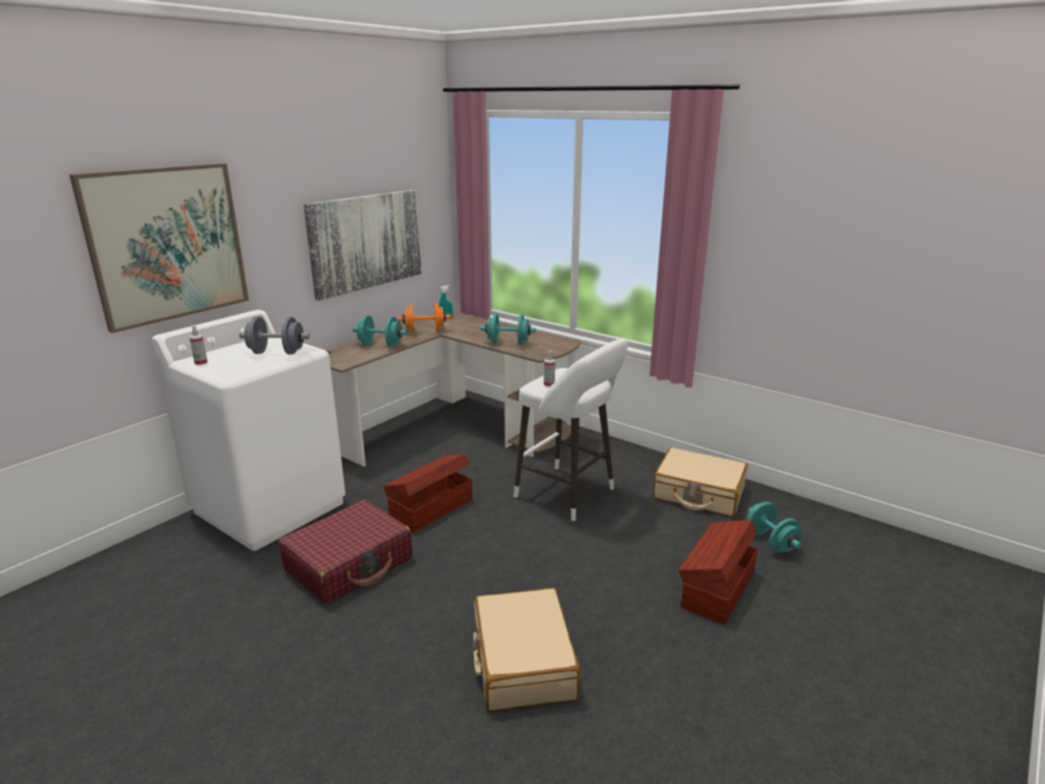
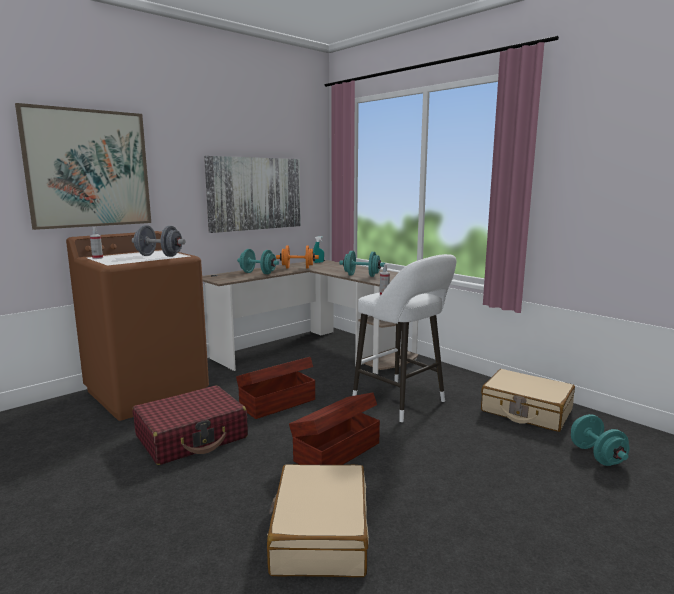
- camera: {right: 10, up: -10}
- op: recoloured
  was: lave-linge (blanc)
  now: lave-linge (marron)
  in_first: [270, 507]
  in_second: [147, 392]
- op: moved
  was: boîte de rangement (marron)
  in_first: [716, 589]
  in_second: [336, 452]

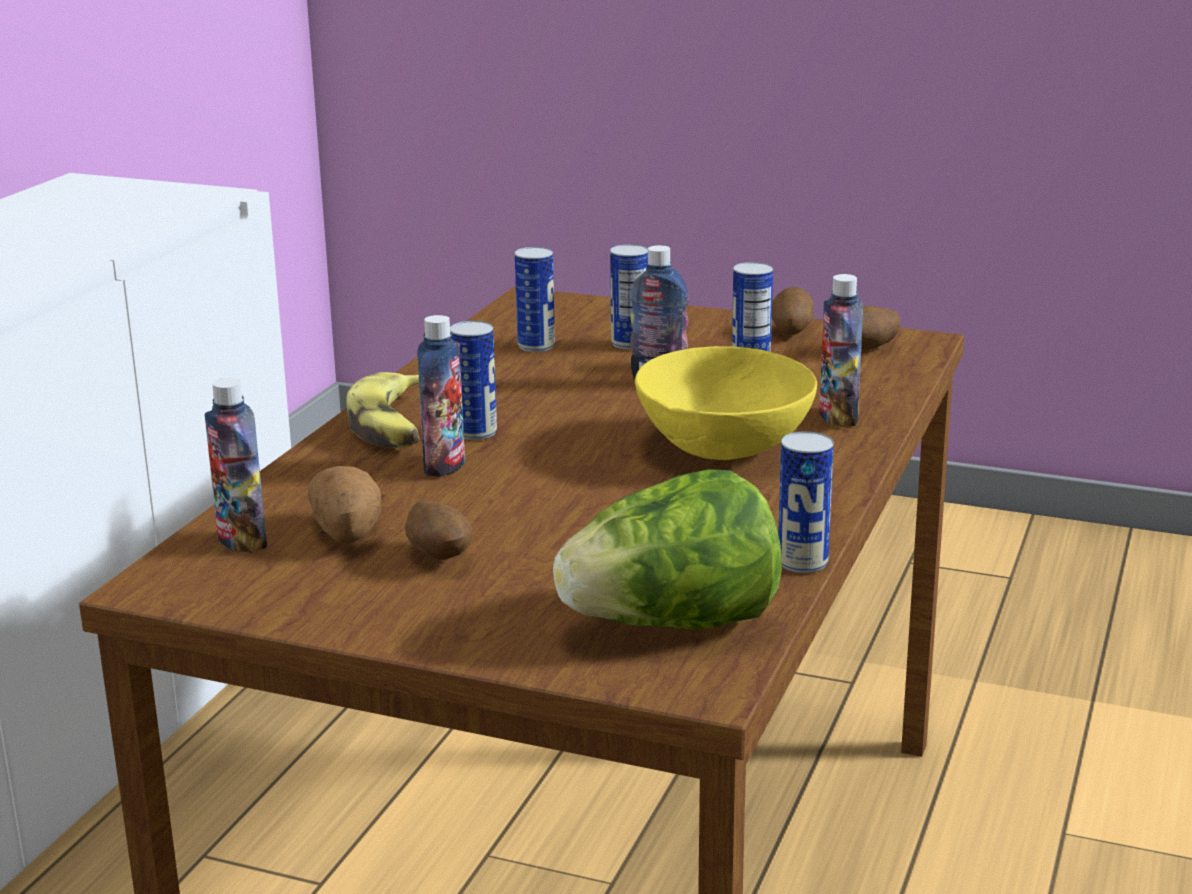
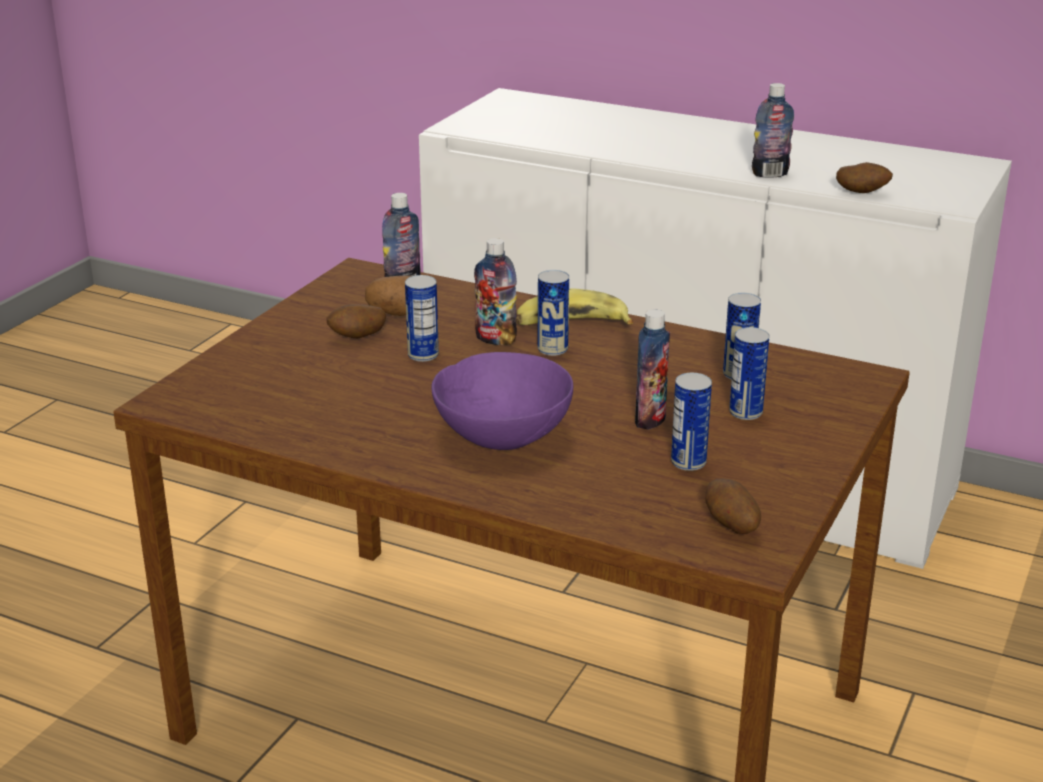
- camera: {right: 95, up: 5}
- op: moved
  was: boîte métallique
  in_first: [802, 562]
  in_second: [423, 355]
- op: recoloured
  was: bol (jaune)
  now: bol (violet)
  in_first: [724, 447]
  in_second: [502, 435]
- op: moved
  was: bouteille
  in_first: [838, 417]
  in_second: [770, 174]
- op: moved
  was: pomme de terre
  in_first: [790, 332]
  in_second: [862, 193]
- op: removed
  was: laitue
  in_first: [673, 625]

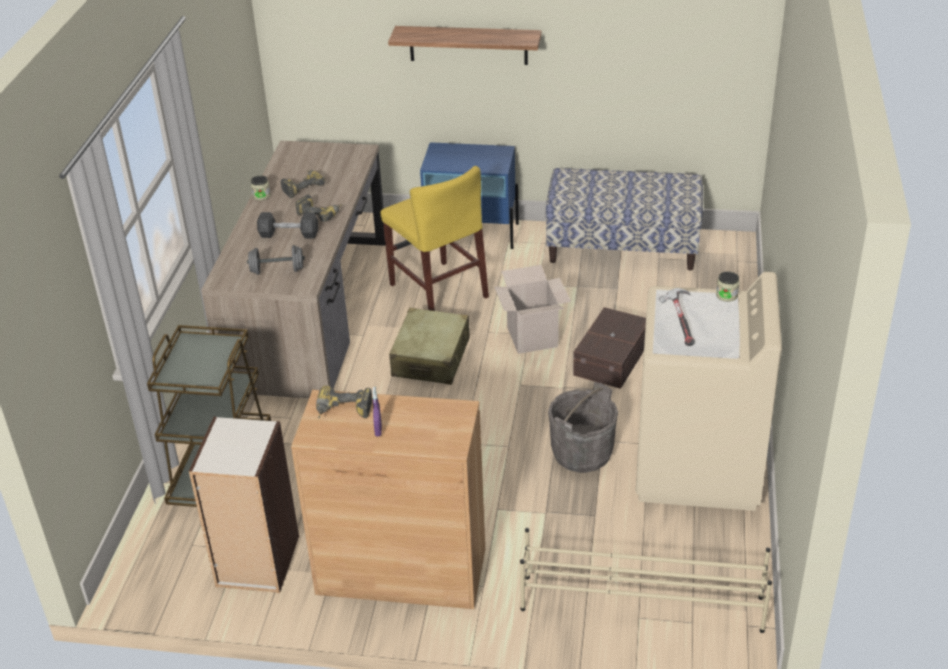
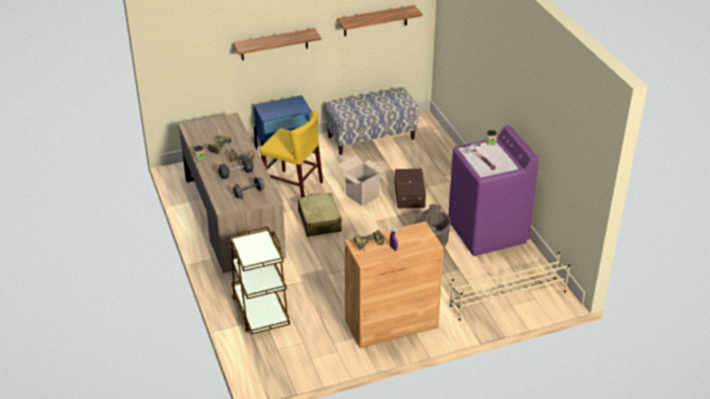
- camera: {right: -30, up: 0}
- op: added
  now: étagère
  in_second: [375, 21]
- op: recoloured
  was: lave-linge (beige)
  now: lave-linge (violet)
  in_first: [698, 467]
  in_second: [487, 232]
- op: removed
  was: bibliothèque
  in_first: [257, 562]

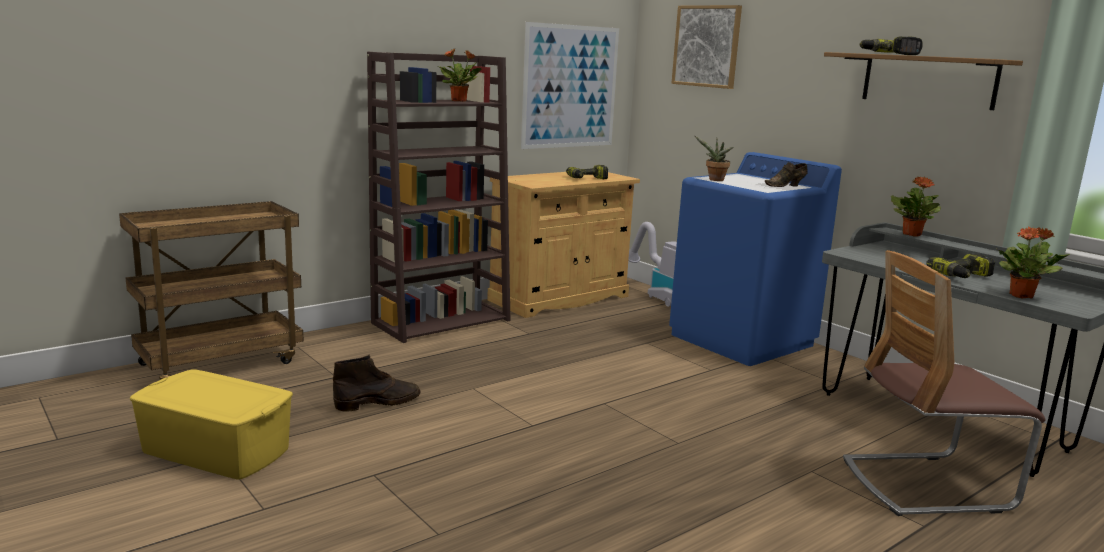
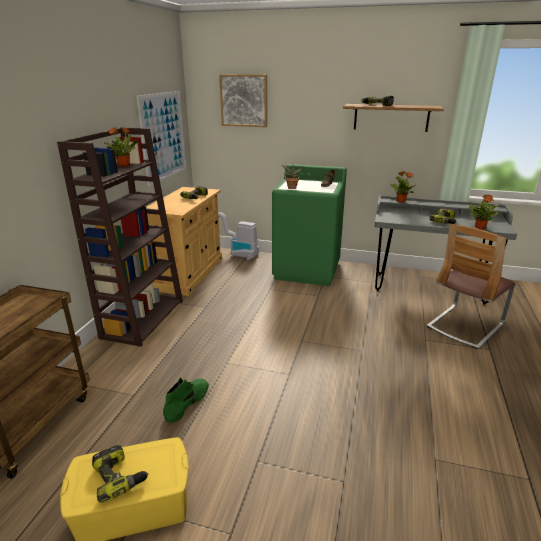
- camera: {right: -35, up: 10}
- op: added
  now: perceuse
  in_second: [119, 477]
- op: recoloured
  was: botte (marron)
  now: botte (vert)
  in_first: [378, 402]
  in_second: [187, 402]
- op: recoloured
  was: lave-linge (bleu)
  now: lave-linge (vert)
  in_first: [742, 340]
  in_second: [307, 270]

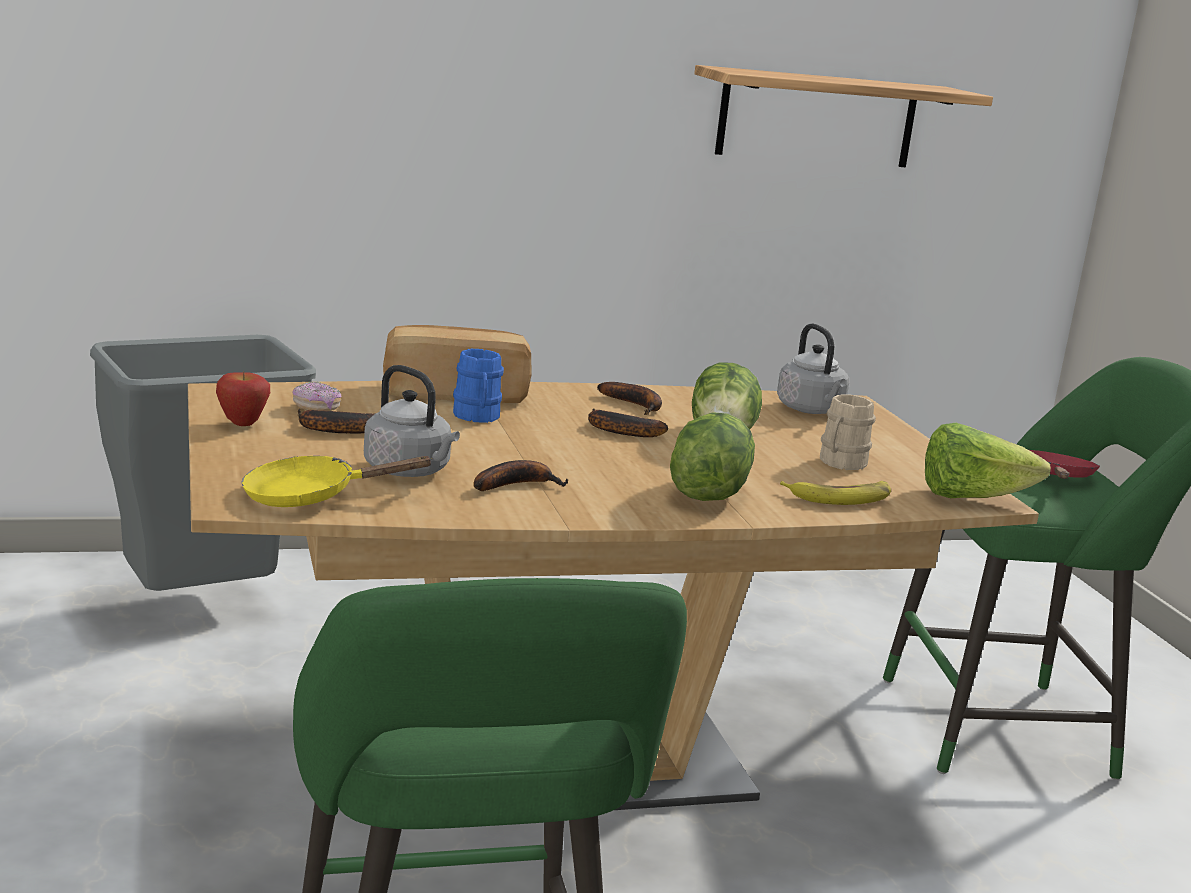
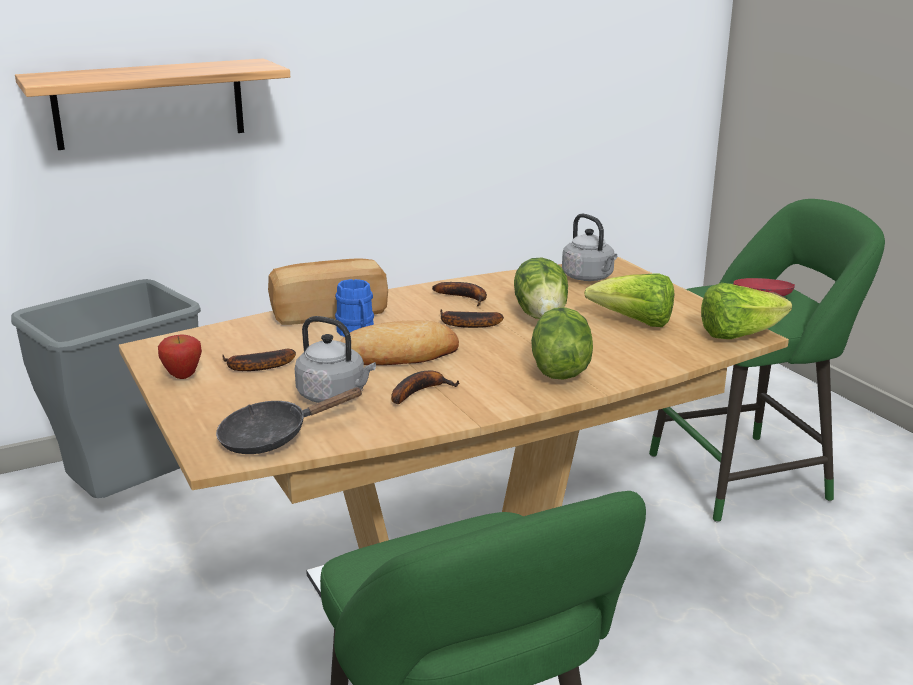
- camera: {right: -10, up: 5}
- op: moved
  was: étagère
  in_first: [817, 118]
  in_second: [149, 103]
- op: recoloured
  was: poêle (jaune)
  now: poêle (noir)
  in_first: [311, 496]
  in_second: [272, 437]
- op: added
  now: pain
  in_second: [400, 354]
- op: replaced
  was: mug (beige)
  now: laitue
  in_first: [840, 463]
  in_second: [634, 322]
- op: removed
  was: beignet
  in_first: [316, 408]
- op: removed
  was: banane
  in_first: [841, 497]

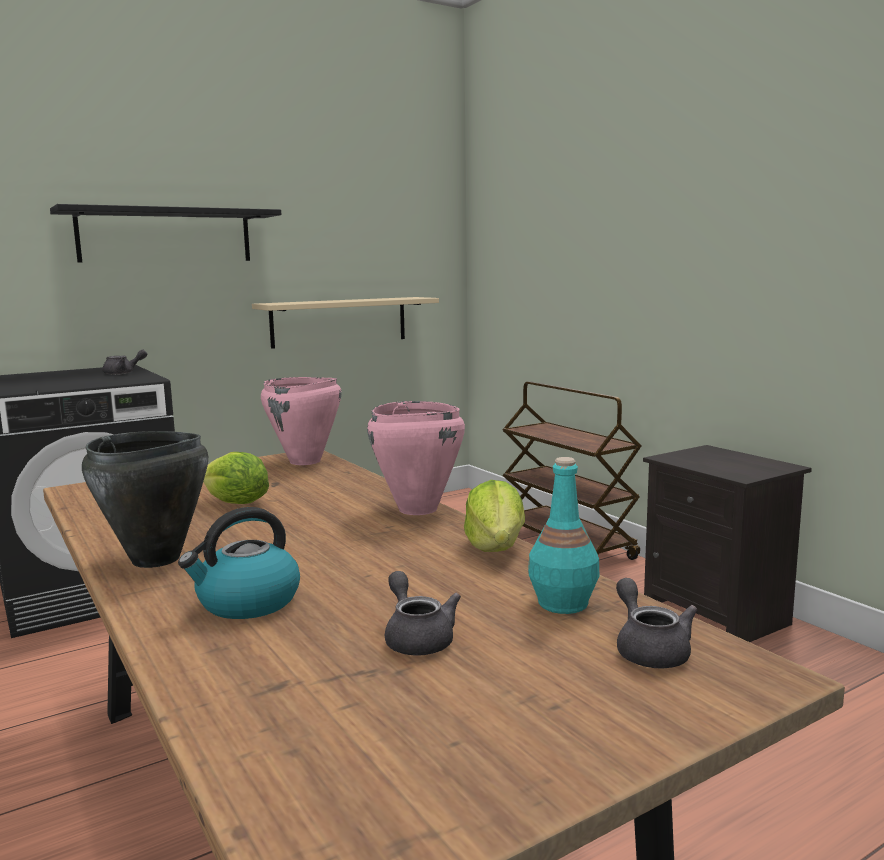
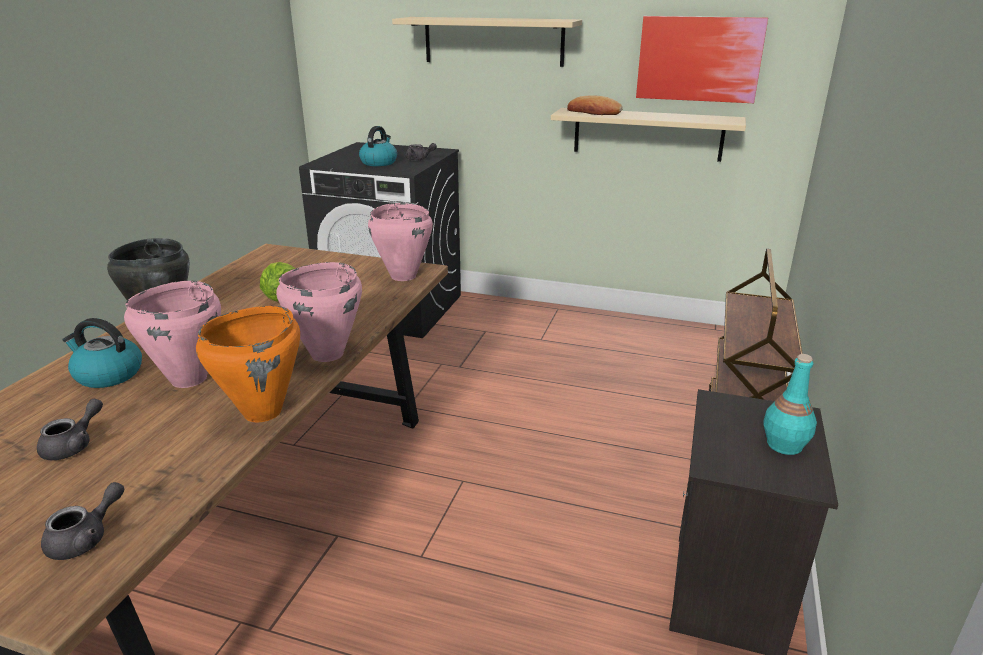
- camera: {right: 50, up: 15}
- op: added
  now: marmite (rose)
  in_second: [188, 379]
- op: replaced
  was: laitue
  now: marmite (orange)
  in_first: [496, 547]
  in_second: [263, 412]
- op: added
  now: bouilloire
  in_second: [379, 162]
- op: recoloured
  was: étagère (noir)
  now: étagère (beige)
  in_first: [166, 236]
  in_second: [493, 41]
- op: added
  now: pain
  in_second: [593, 112]
- op: added
  now: tableau
  in_second: [699, 59]
- op: moved
  was: bouteille (turquoise)
  in_first: [563, 604]
  in_second: [784, 445]

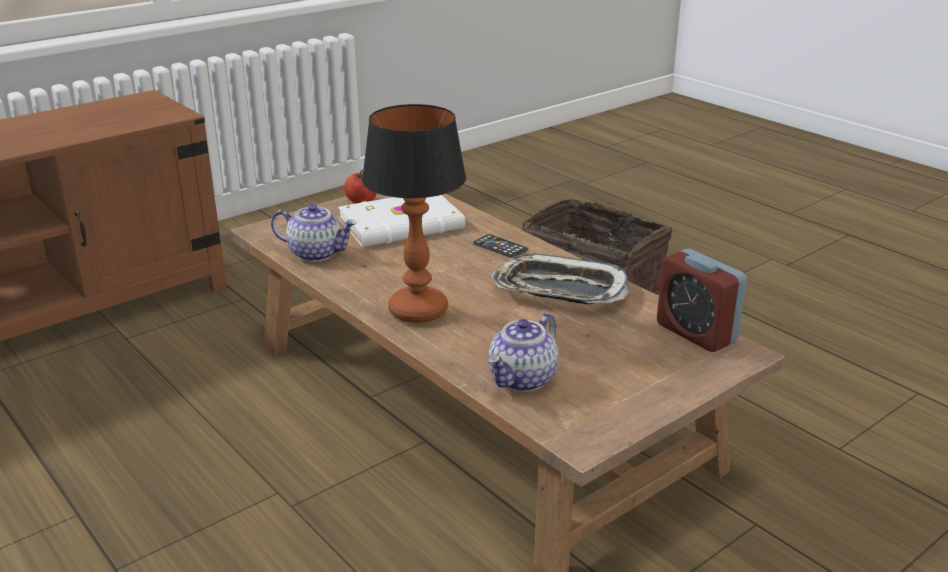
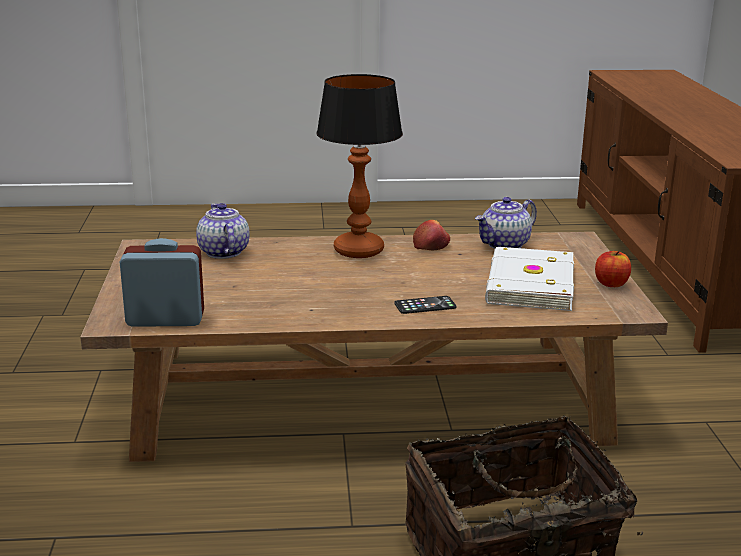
- camera: {right: 125, up: -5}
- op: added
  now: pomme
  in_second: [431, 245]
- op: removed
  was: plateau
  in_first: [559, 289]

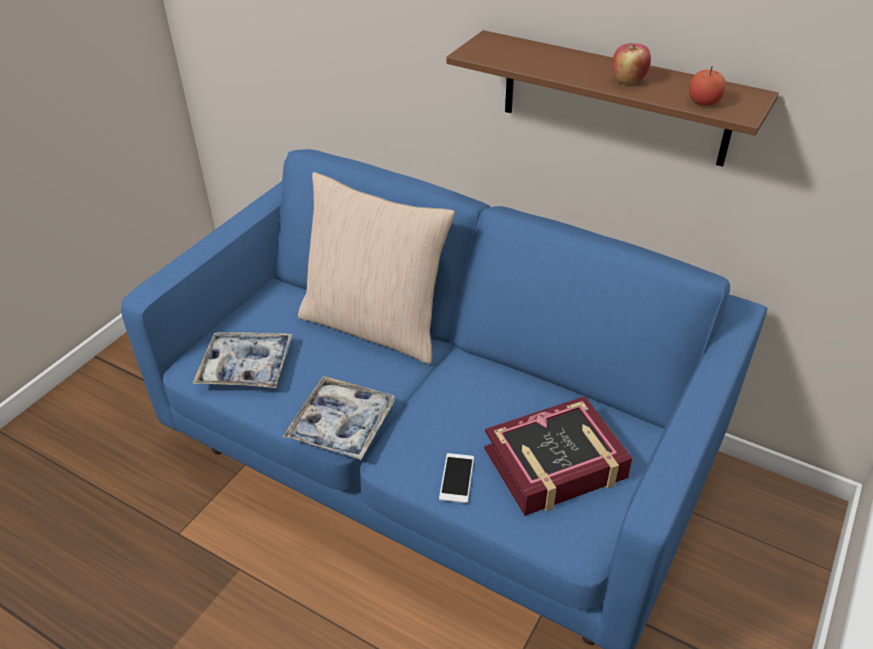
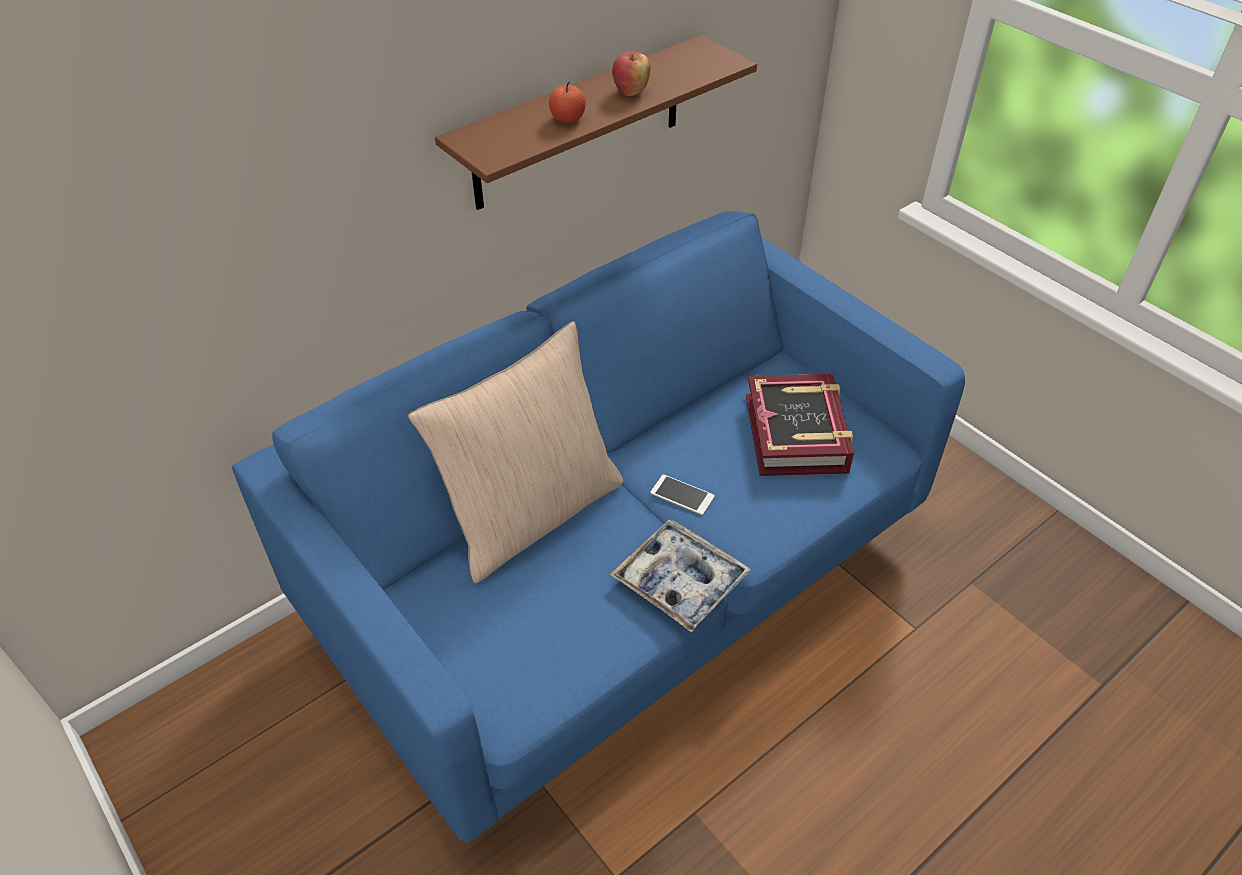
- camera: {right: -70, up: 5}
- op: moved
  was: pomme
  in_first: [703, 102]
  in_second: [567, 119]
- op: moved
  was: téléphone
  in_first: [456, 478]
  in_second: [682, 495]
- op: removed
  was: plateau
  in_first: [246, 367]

